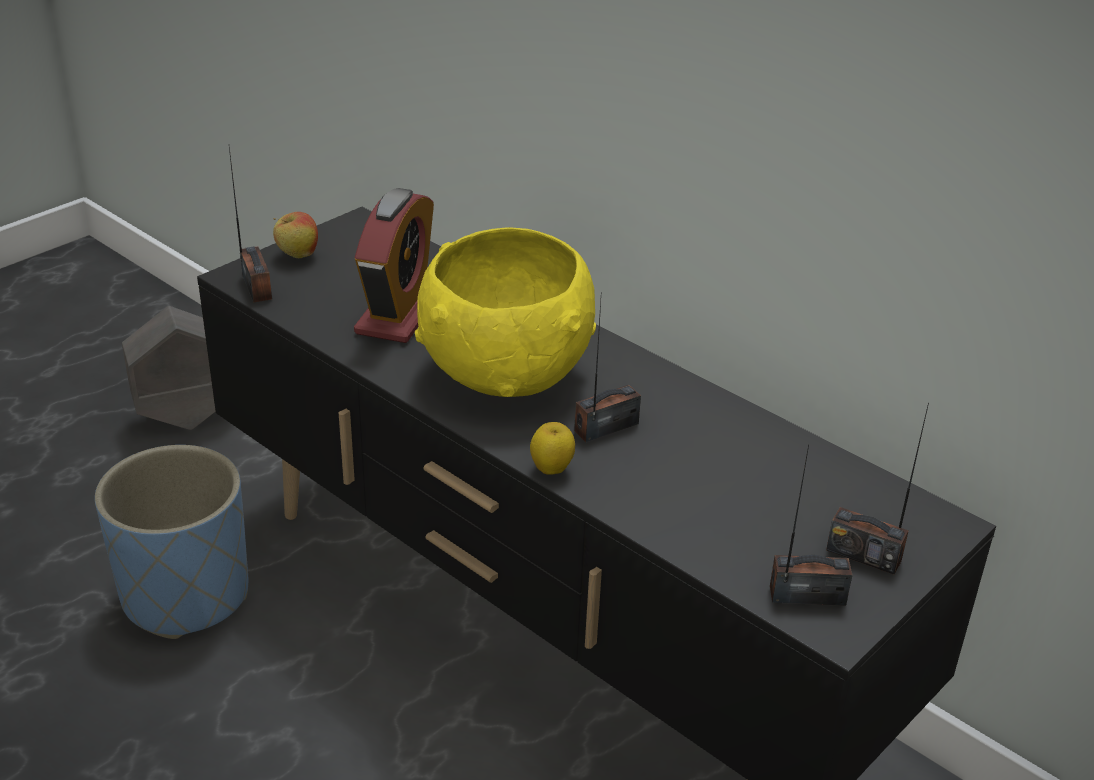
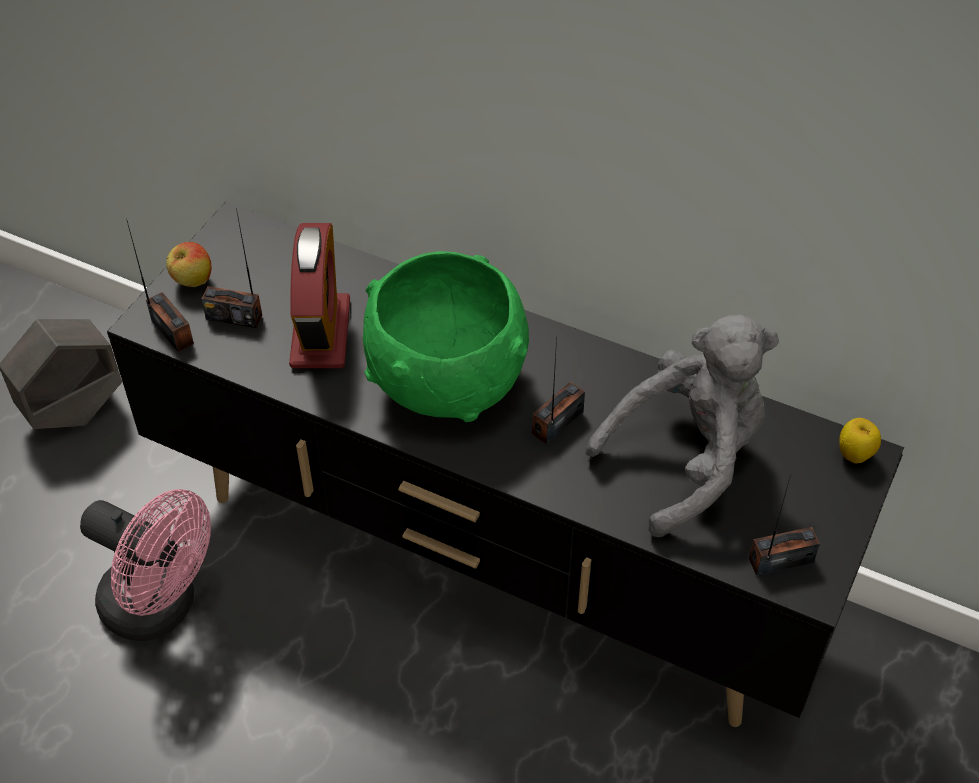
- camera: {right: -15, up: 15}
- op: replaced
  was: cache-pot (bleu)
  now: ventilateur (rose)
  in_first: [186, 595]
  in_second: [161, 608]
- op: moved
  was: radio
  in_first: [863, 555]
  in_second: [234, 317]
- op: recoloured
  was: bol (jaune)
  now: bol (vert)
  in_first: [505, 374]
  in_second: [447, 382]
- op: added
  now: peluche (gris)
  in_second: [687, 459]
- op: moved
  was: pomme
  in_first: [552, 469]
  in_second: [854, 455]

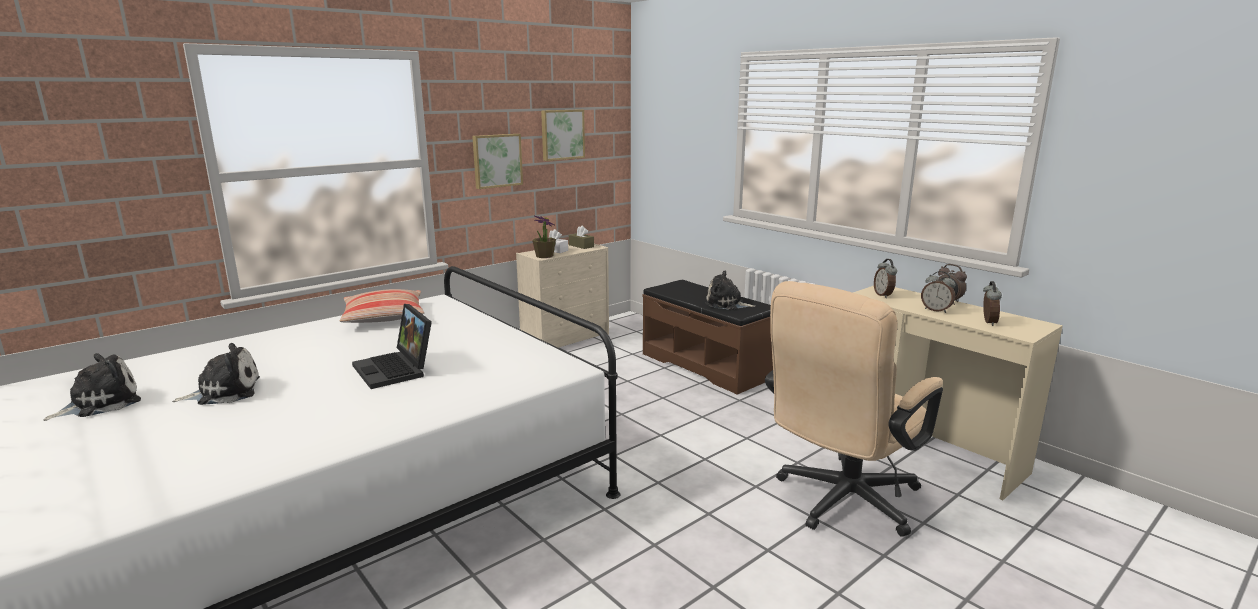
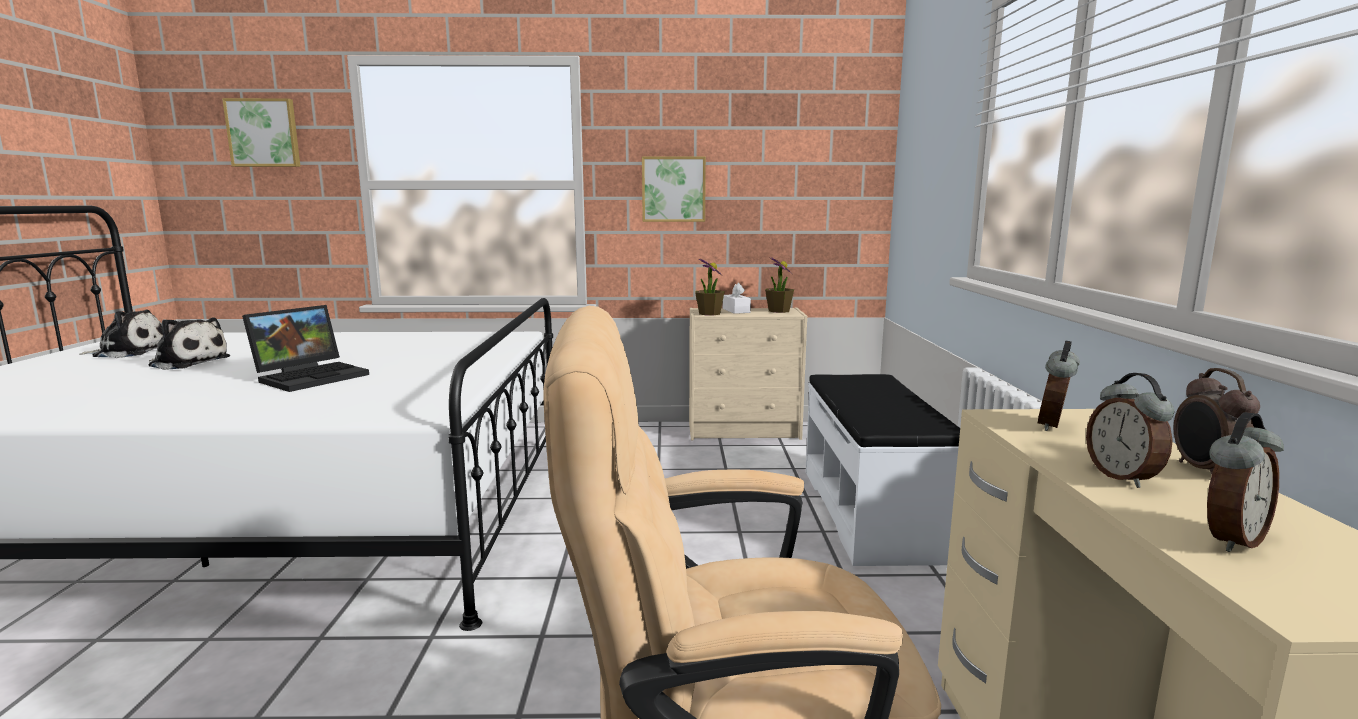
- camera: {right: 40, up: -5}
- op: moved
  was: tableau
  in_first: [562, 134]
  in_second: [264, 133]
- op: turned
  was: ordinateur portable
  in_first: [396, 370]
  in_second: [312, 376]
  clockwise: -150
- op: replaced
  was: boîte à mouchoirs (marron)
  now: plante en pot
  in_first: [581, 246]
  in_second: [778, 311]
- op: recoloured
  was: banc (marron)
  now: banc (blanc)
  in_first: [707, 365]
  in_second: [873, 512]
- op: removed
  was: coussin
  in_first: [384, 317]
- op: removed
  was: peluche
  in_first: [727, 304]

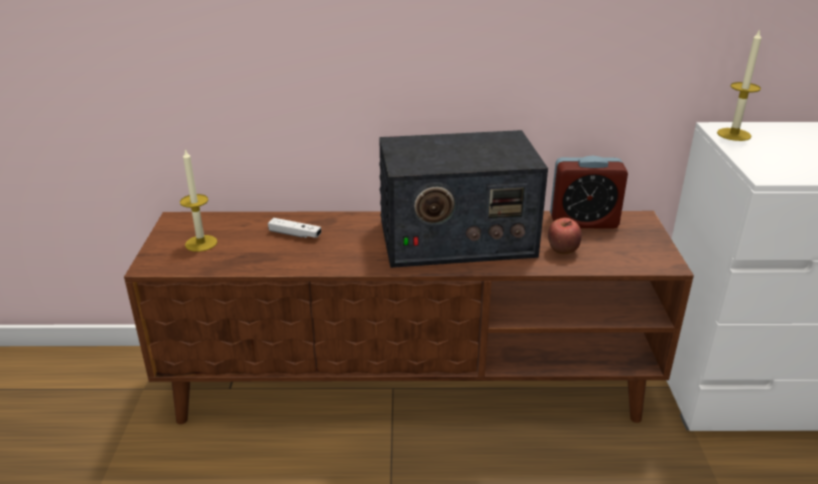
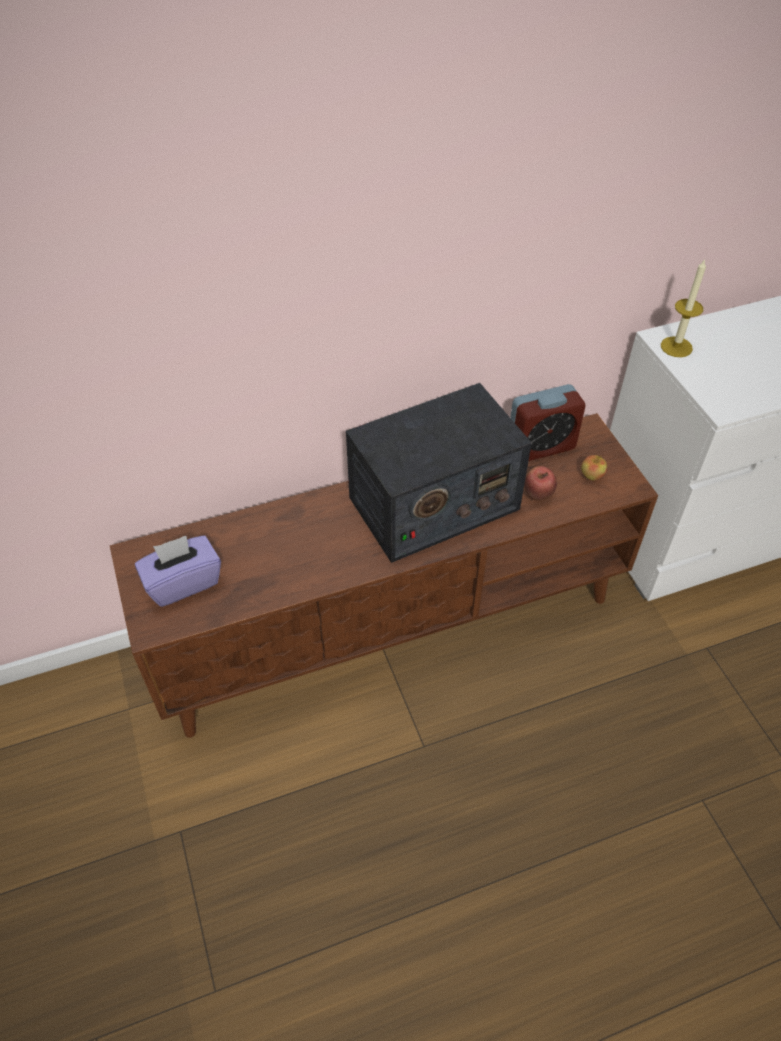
- camera: {right: -20, up: 20}
- op: replaced
  was: bougie
  now: boîte à mouchoirs (violet)
  in_first: [201, 243]
  in_second: [183, 582]
- op: added
  now: pomme
  in_second: [591, 475]
- op: removed
  was: manette (blanc)
  in_first: [295, 234]

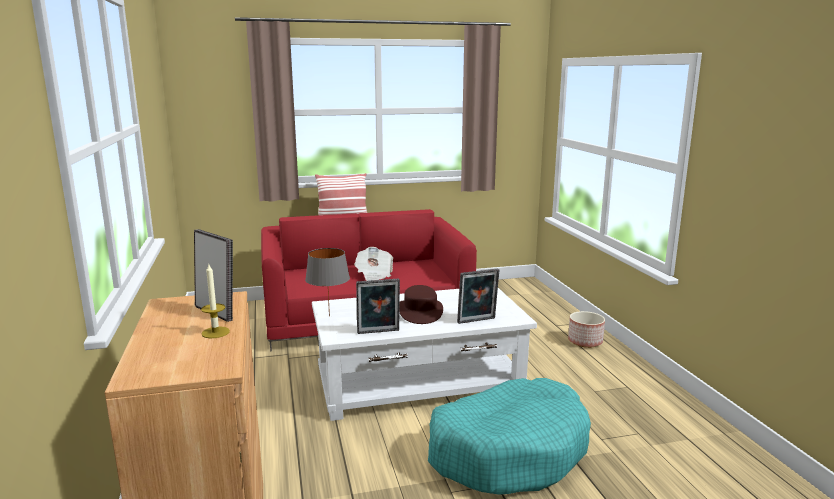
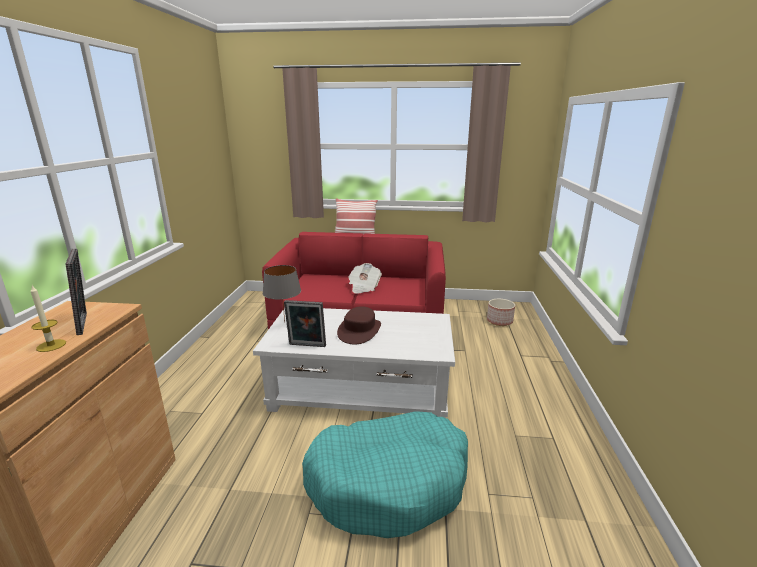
- camera: {right: 20, up: 5}
- op: moved
  was: cache-pot
  in_first: [585, 341]
  in_second: [500, 321]
- op: removed
  was: cadre photo
  in_first: [477, 321]

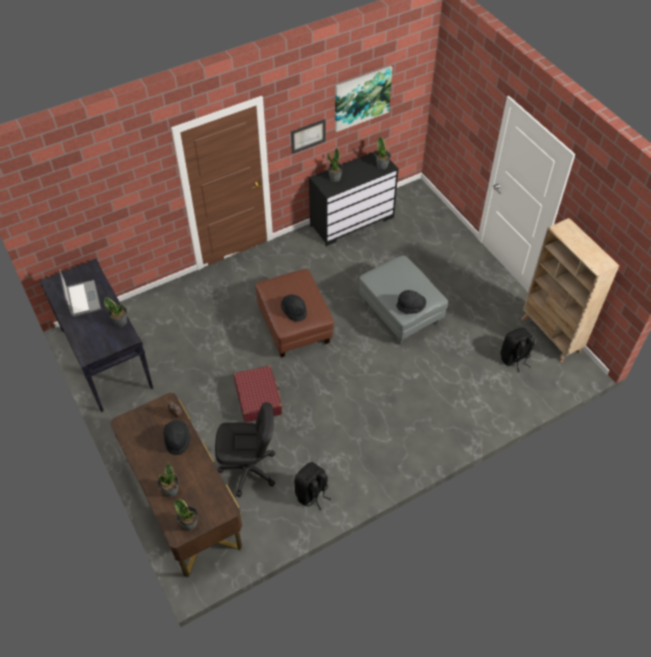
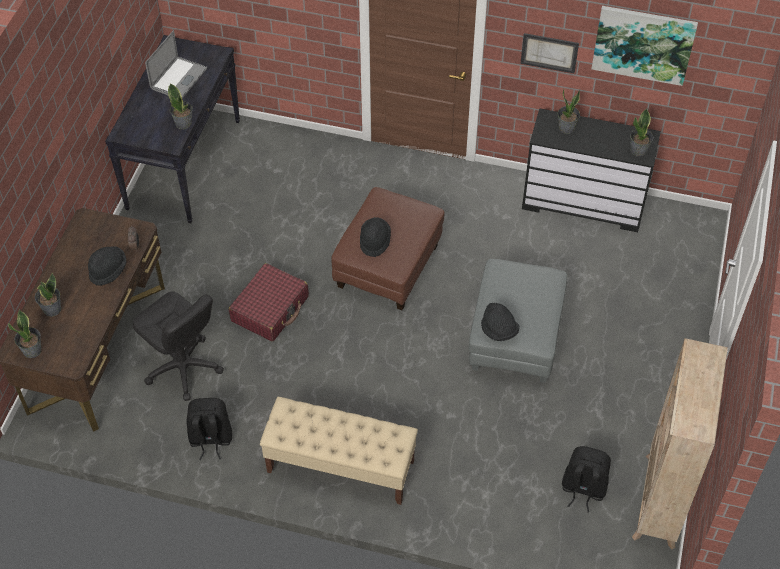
- camera: {right: 45, up: 0}
- op: added
  now: banc (beige)
  in_second: [340, 466]

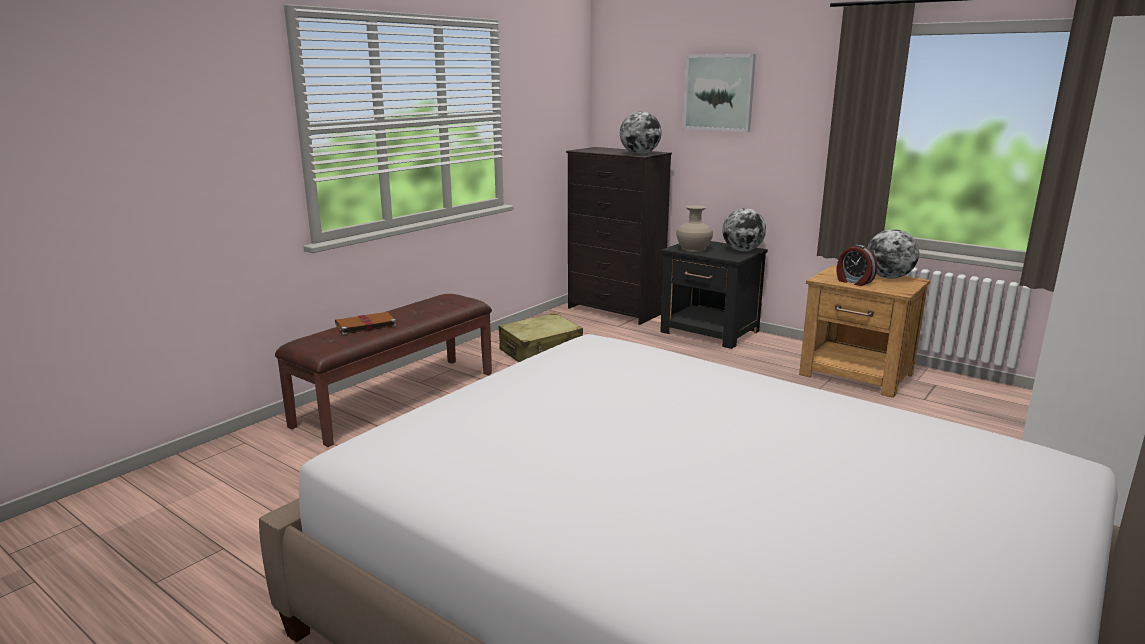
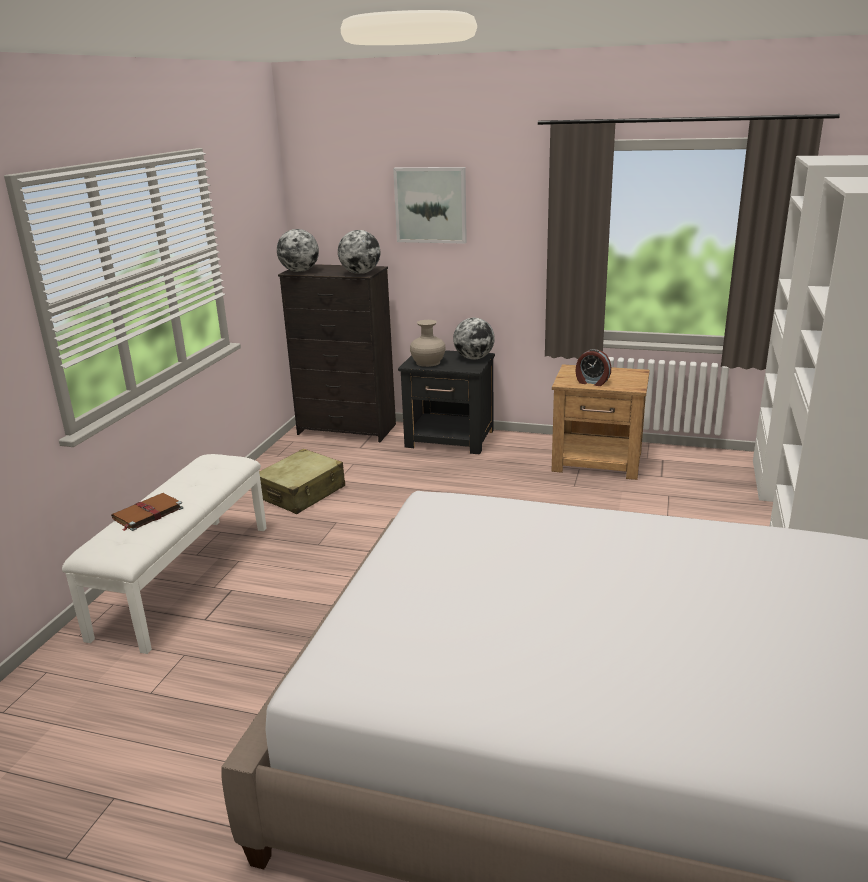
- camera: {right: -20, up: 5}
- op: recoloured
  was: banc (marron)
  now: banc (blanc)
  in_first: [397, 398]
  in_second: [184, 578]
- op: moved
  was: globe
  in_first: [888, 277]
  in_second: [300, 271]

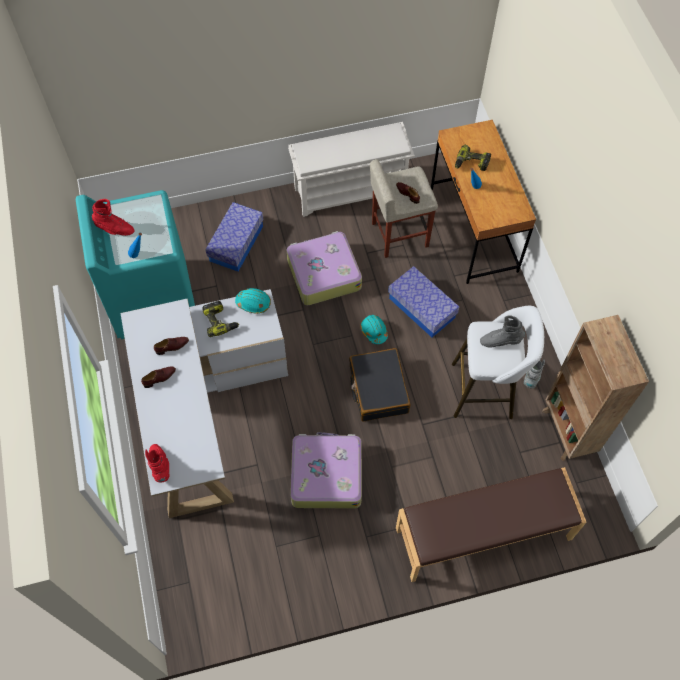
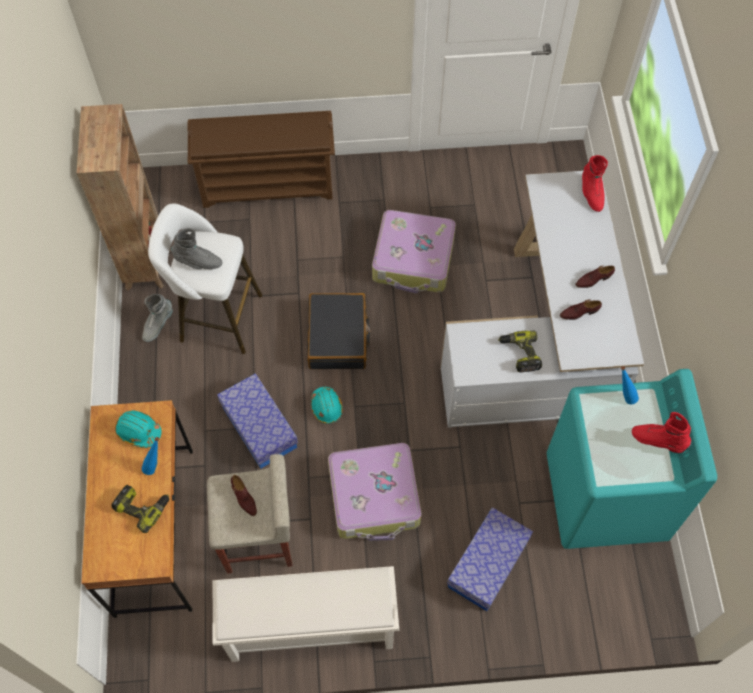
- camera: {right: -170, up: 0}
- op: moved
  was: casque de chantier (turquoise)
  in_first: [253, 303]
  in_second: [138, 431]
- op: replaced
  was: banc (marron)
  now: étagère à chaussures (marron)
  in_first: [483, 534]
  in_second: [268, 184]

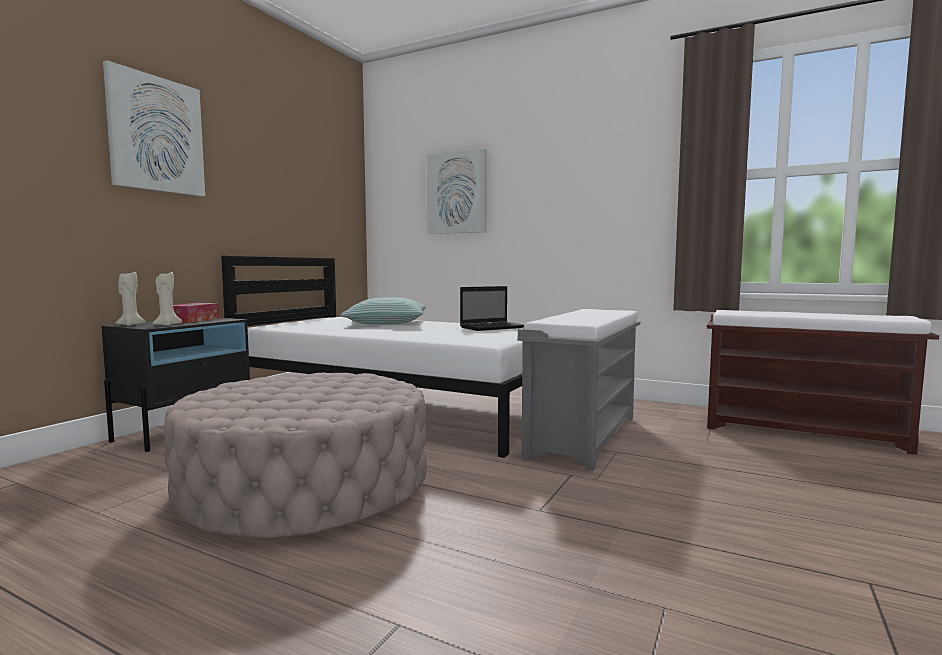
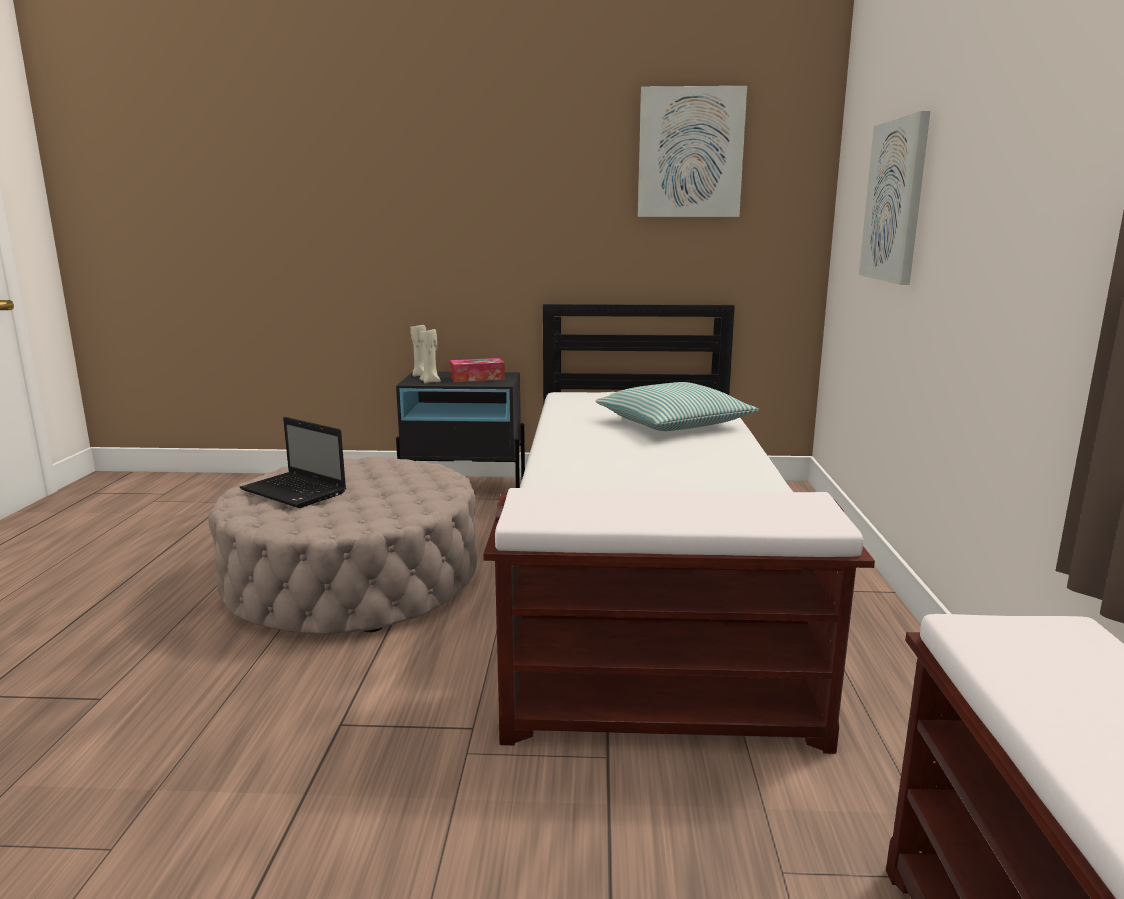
- camera: {right: 65, up: 10}
- op: moved
  was: ordinateur portable
  in_first: [494, 327]
  in_second: [296, 492]
- op: recoloured
  was: banc (gris)
  now: banc (marron)
  in_first: [583, 435]
  in_second: [665, 711]
- op: moved
  was: tableau
  in_first: [156, 134]
  in_second: [690, 153]

